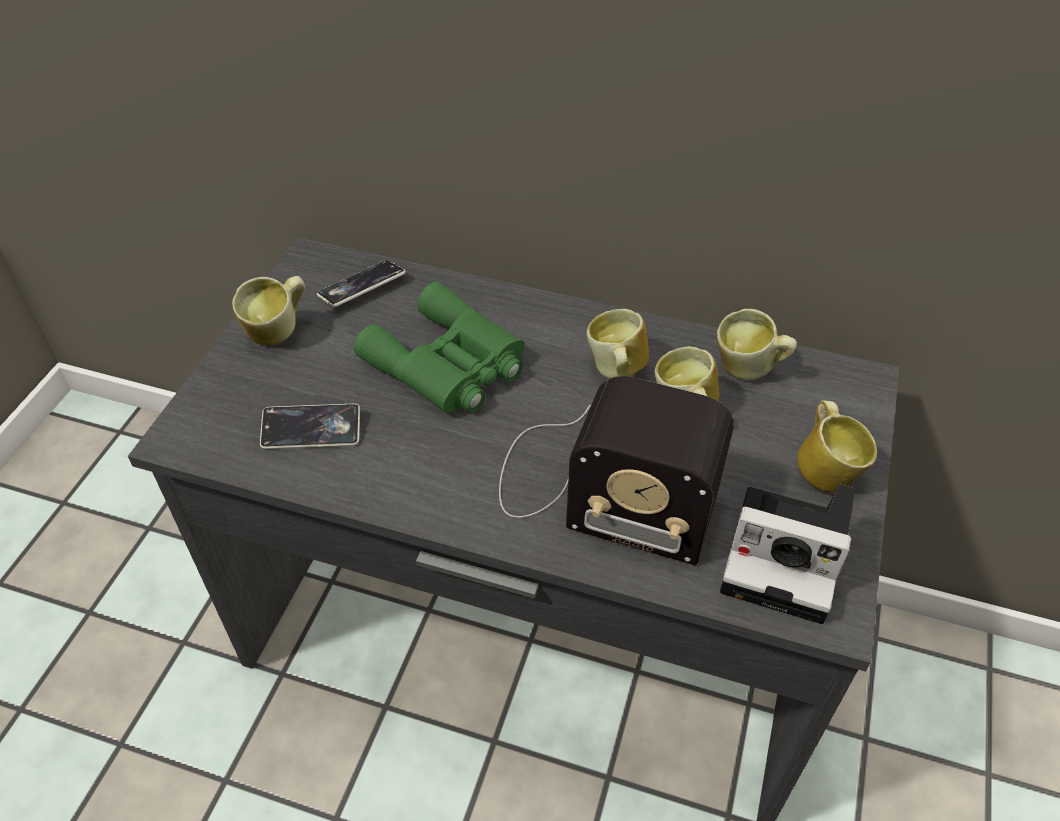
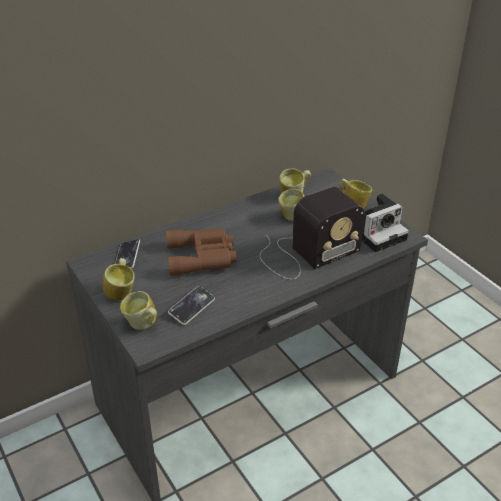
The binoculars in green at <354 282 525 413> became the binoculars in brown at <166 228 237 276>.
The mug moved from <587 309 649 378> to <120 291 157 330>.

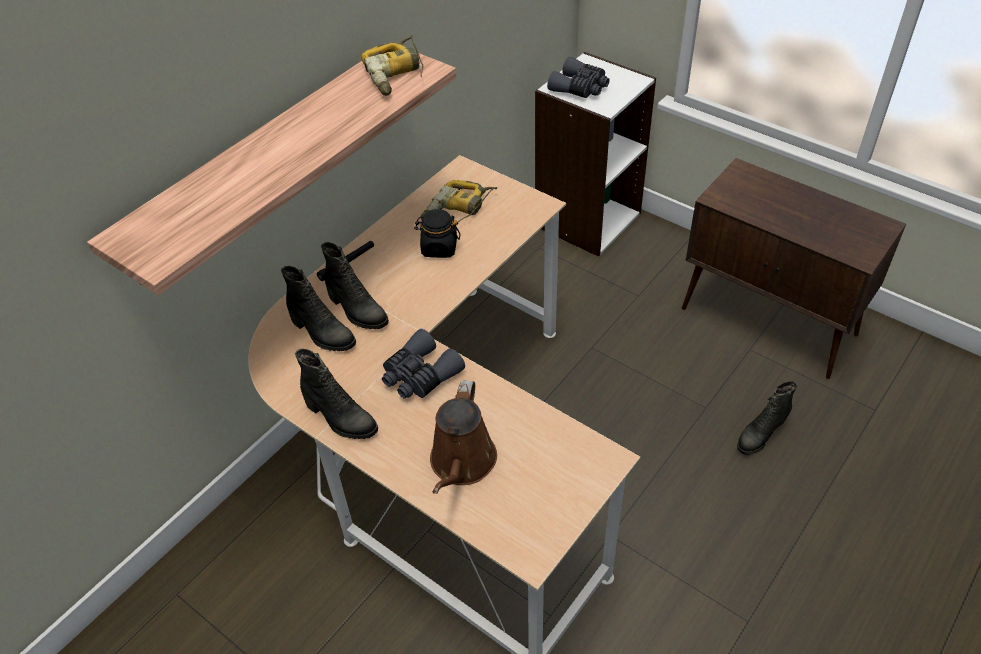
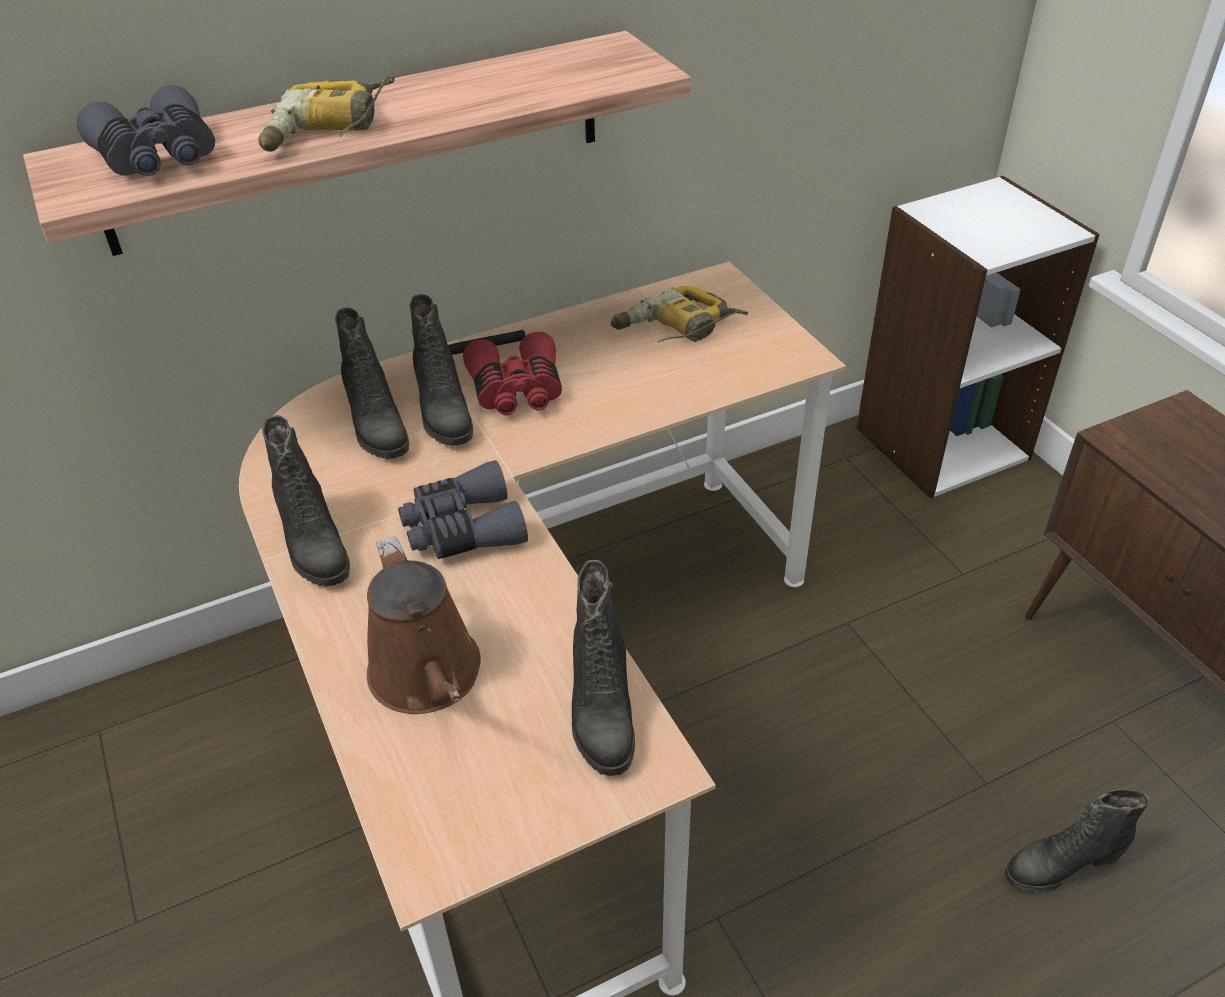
The power drill moved from <361 35 424 96> to <258 76 395 152>.
The binoculars in grey moved from <547 57 609 98> to <76 85 215 176>.
The jar in black at <414 209 461 258> disappeared.
The watering can in brown at <430 380 497 494> turned 60 degrees counterclockwise.
The binoculars in red at <463 332 562 415> appeared.
The boot in black at <572 560 635 776> appeared.

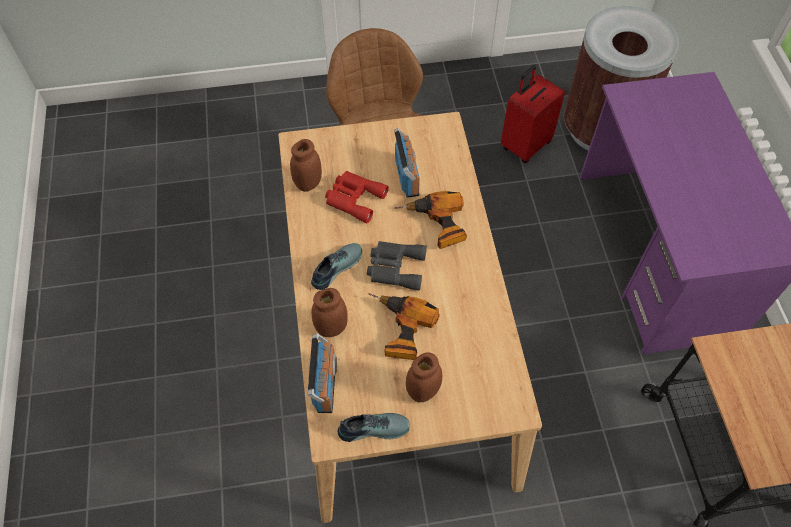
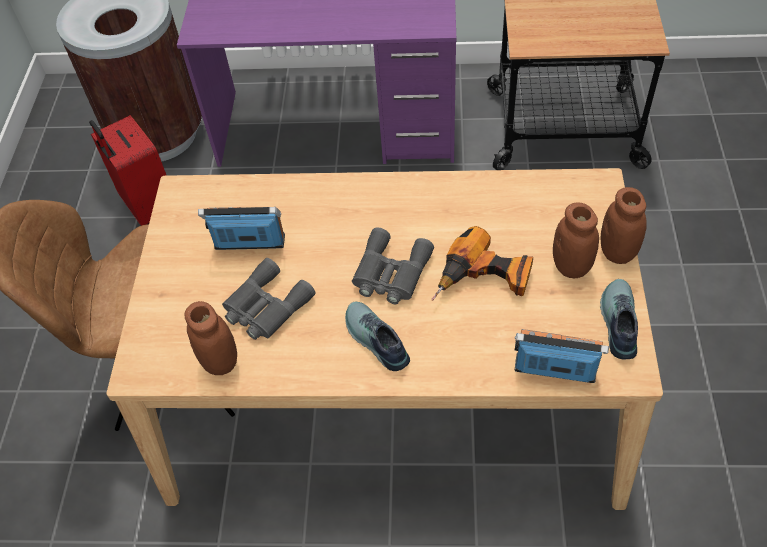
The binoculars in red at <325 171 389 224> became the binoculars in grey at <222 258 316 340>.
The power drill at <395 191 467 249> disappeared.
The jar in brown moved from <312 288 348 337> to <601 187 647 264>.

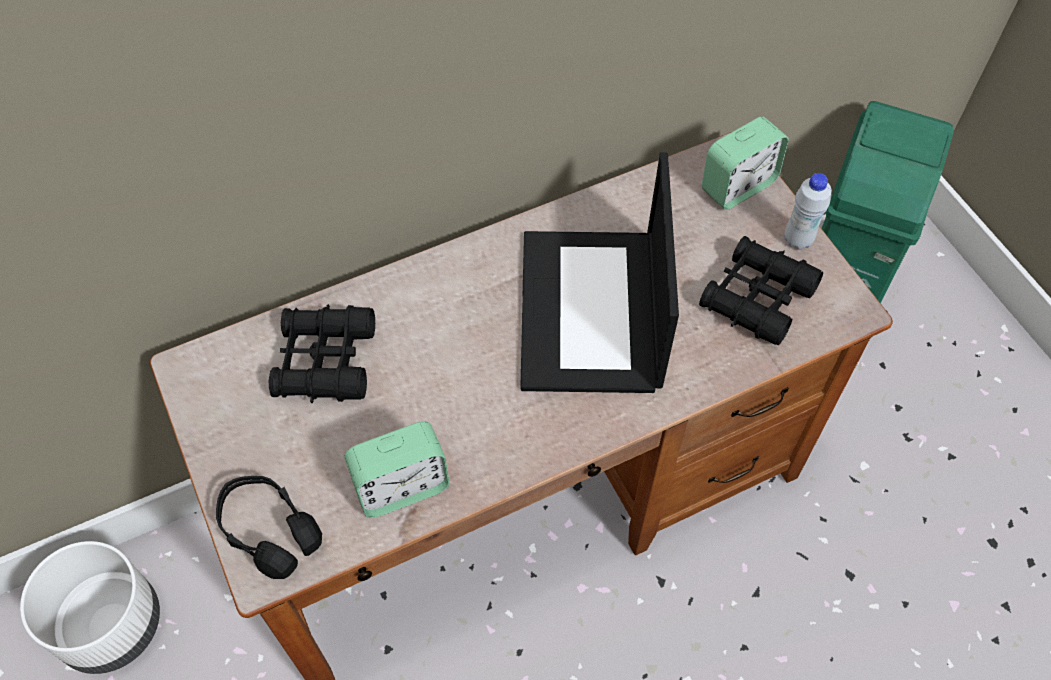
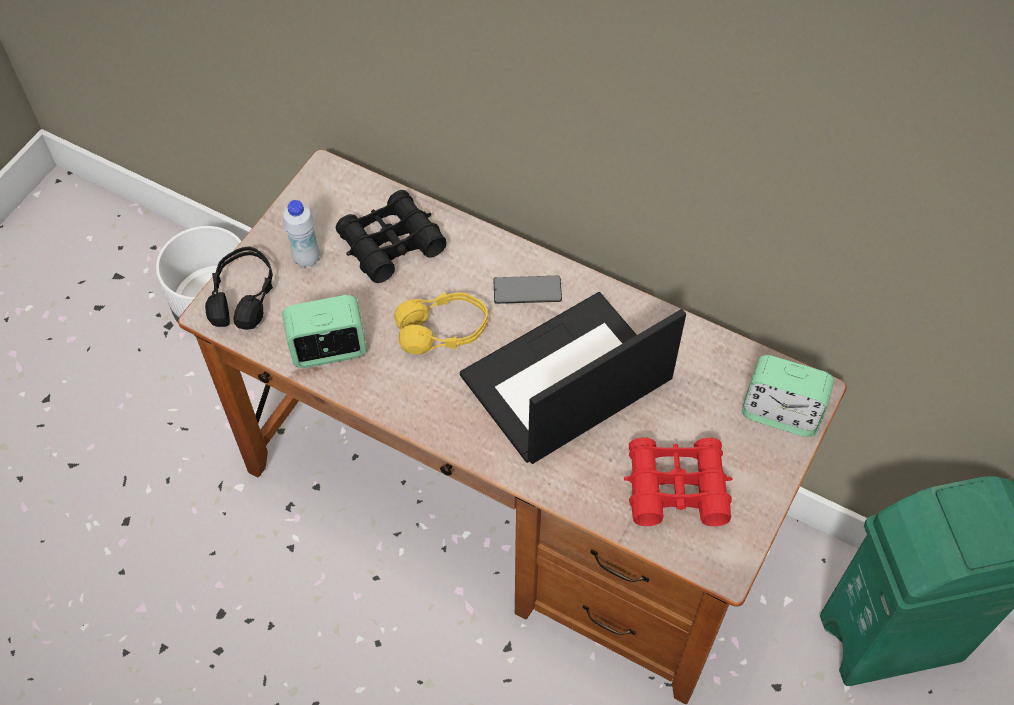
The bottle in white moved from <784 173 832 250> to <283 200 320 268>.
The binoculars in black at <699 236 823 345> became the binoculars in red at <624 438 733 526>.
The alarm clock at <344 422 450 518> turned 135 degrees clockwise.
The phone at <493 276 562 304> appeared.
The headphones in yellow at <394 292 488 354> appeared.

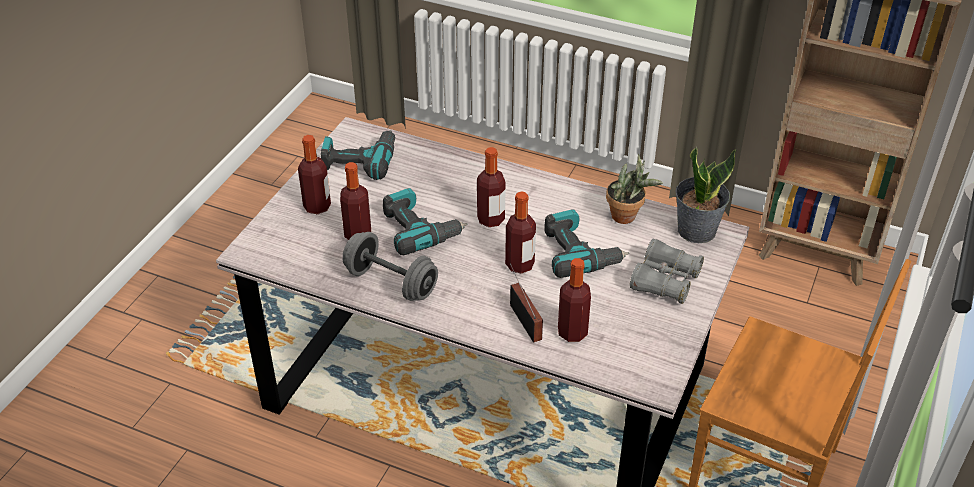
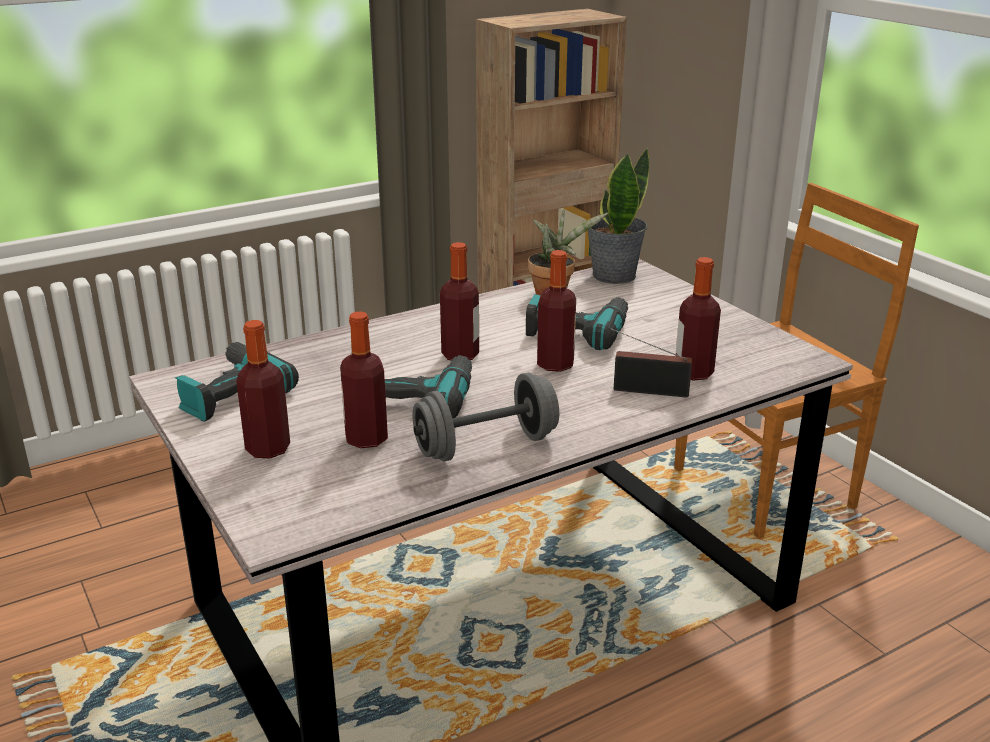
The binoculars in grey at <630 239 704 304> disappeared.

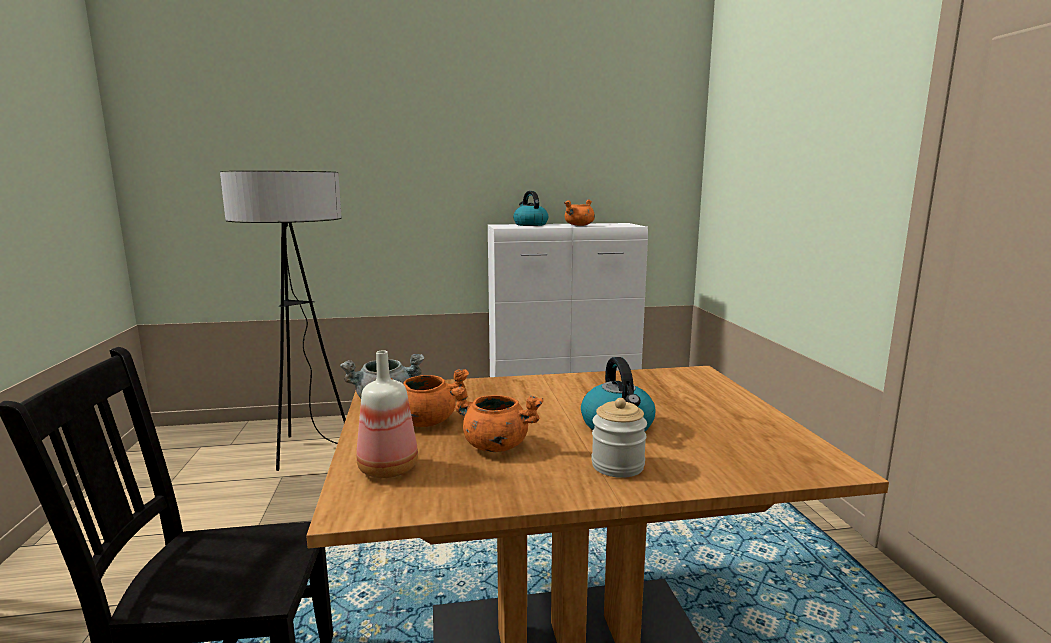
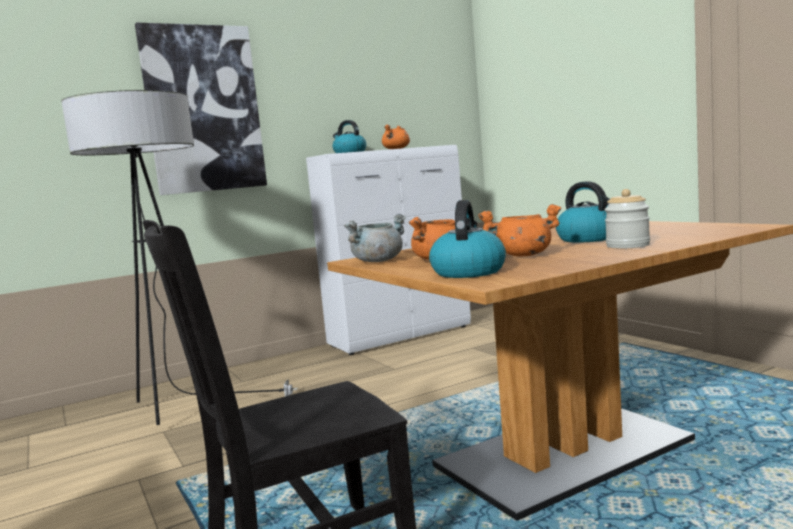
The bottle at <356 351 418 478> was replaced by the kettle at <429 200 506 278>.
The picture at <135 23 267 195> appeared.

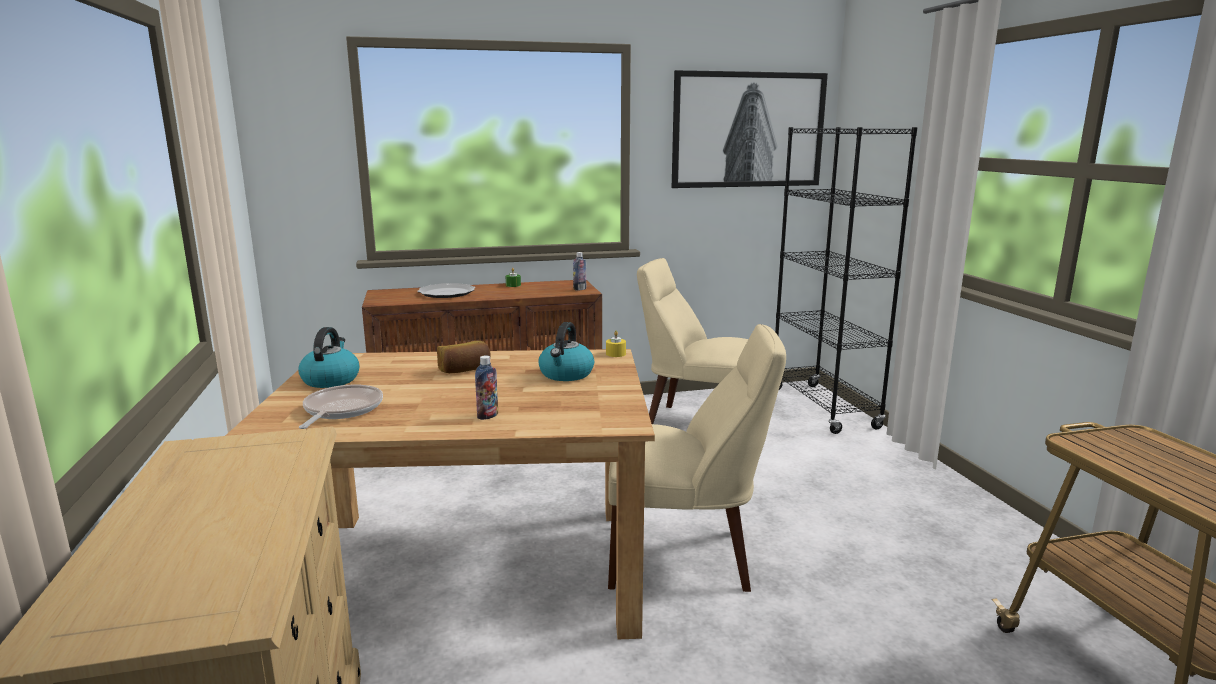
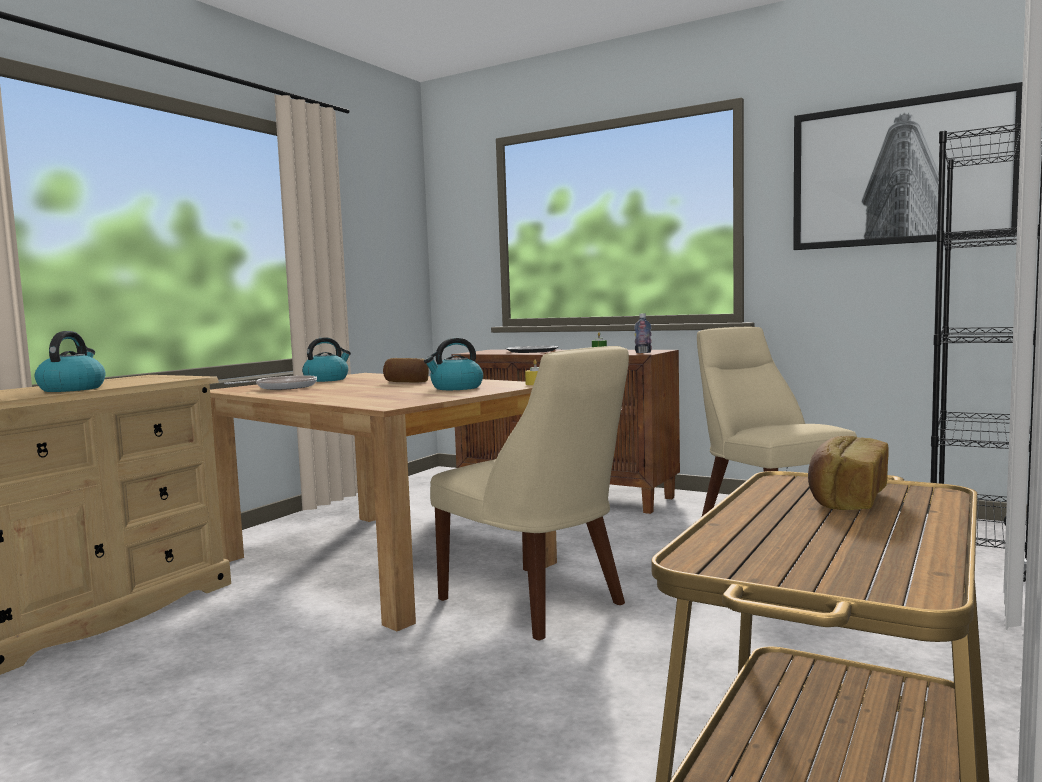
The bottle at <475 356 498 420> disappeared.
The kettle at <35 331 105 392> appeared.
The bread at <808 436 889 510> appeared.

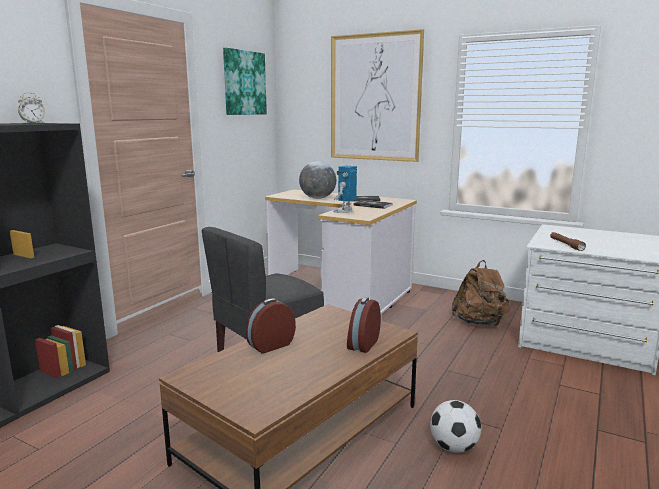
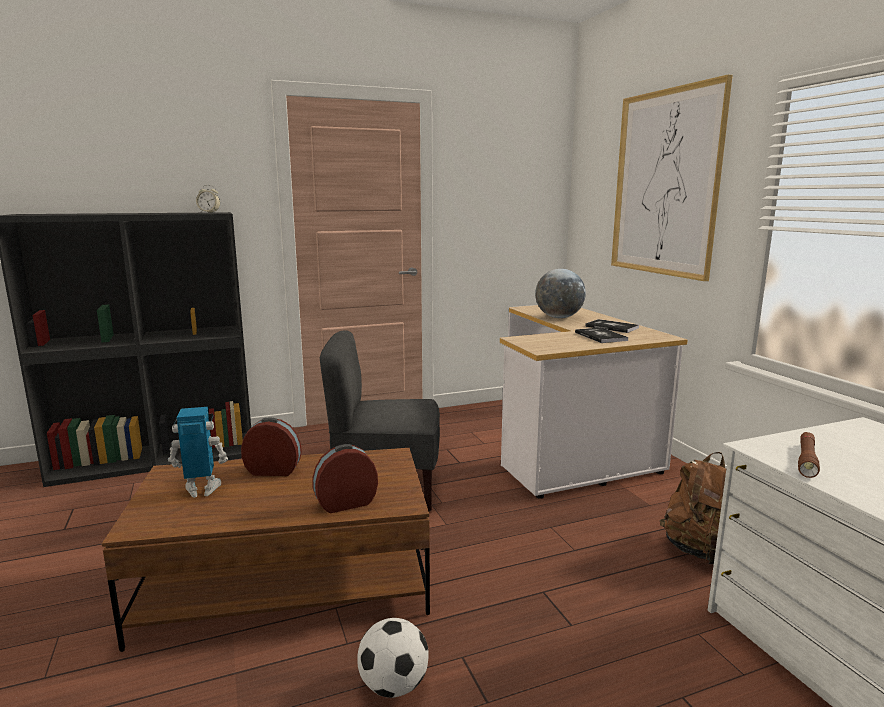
The picture at <223 48 267 115> disappeared.
The toy robot moved from <333 166 357 213> to <168 407 228 498>.

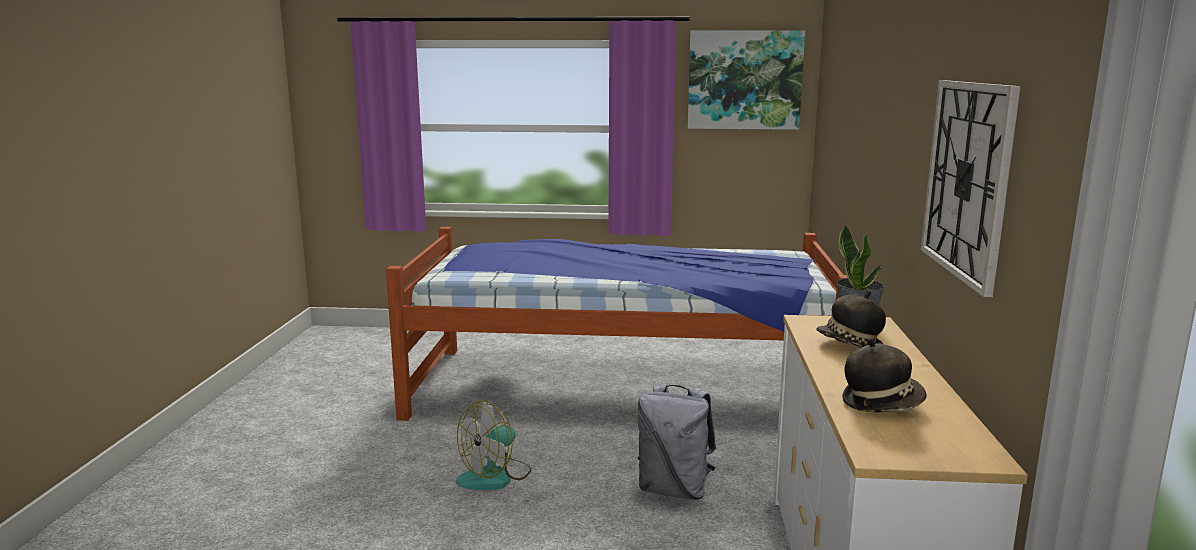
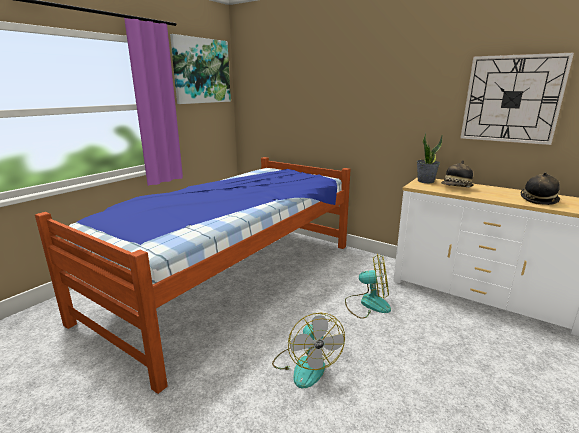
The backpack in grey at <638 384 716 500> was replaced by the fan at <345 254 391 319>.

